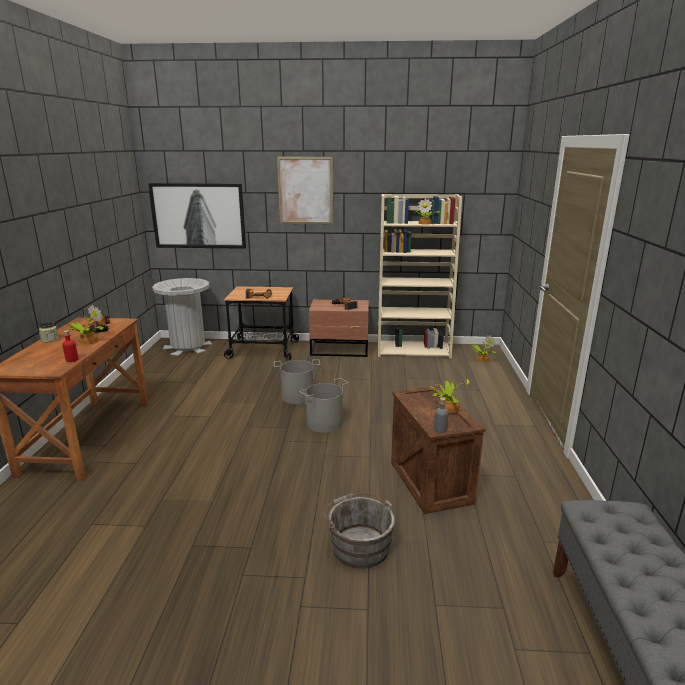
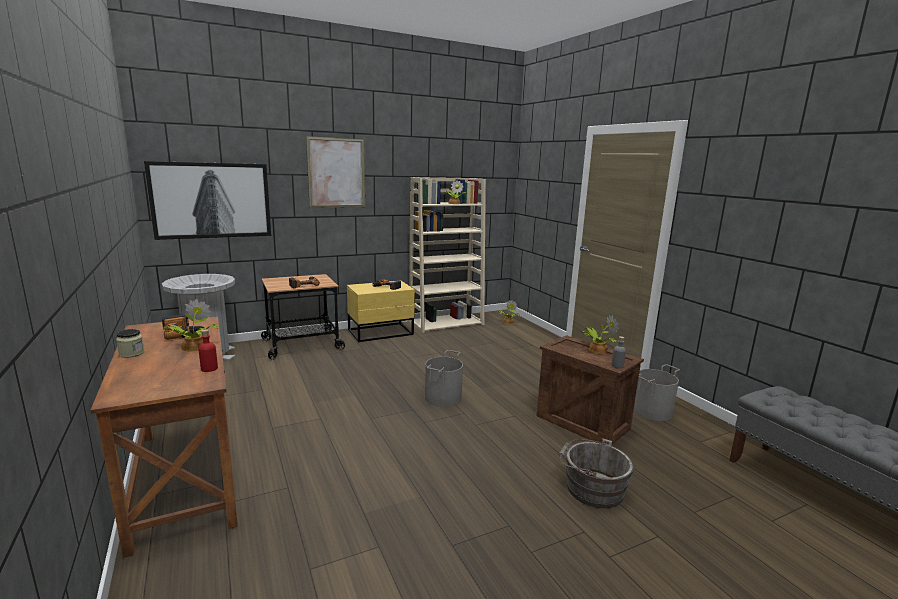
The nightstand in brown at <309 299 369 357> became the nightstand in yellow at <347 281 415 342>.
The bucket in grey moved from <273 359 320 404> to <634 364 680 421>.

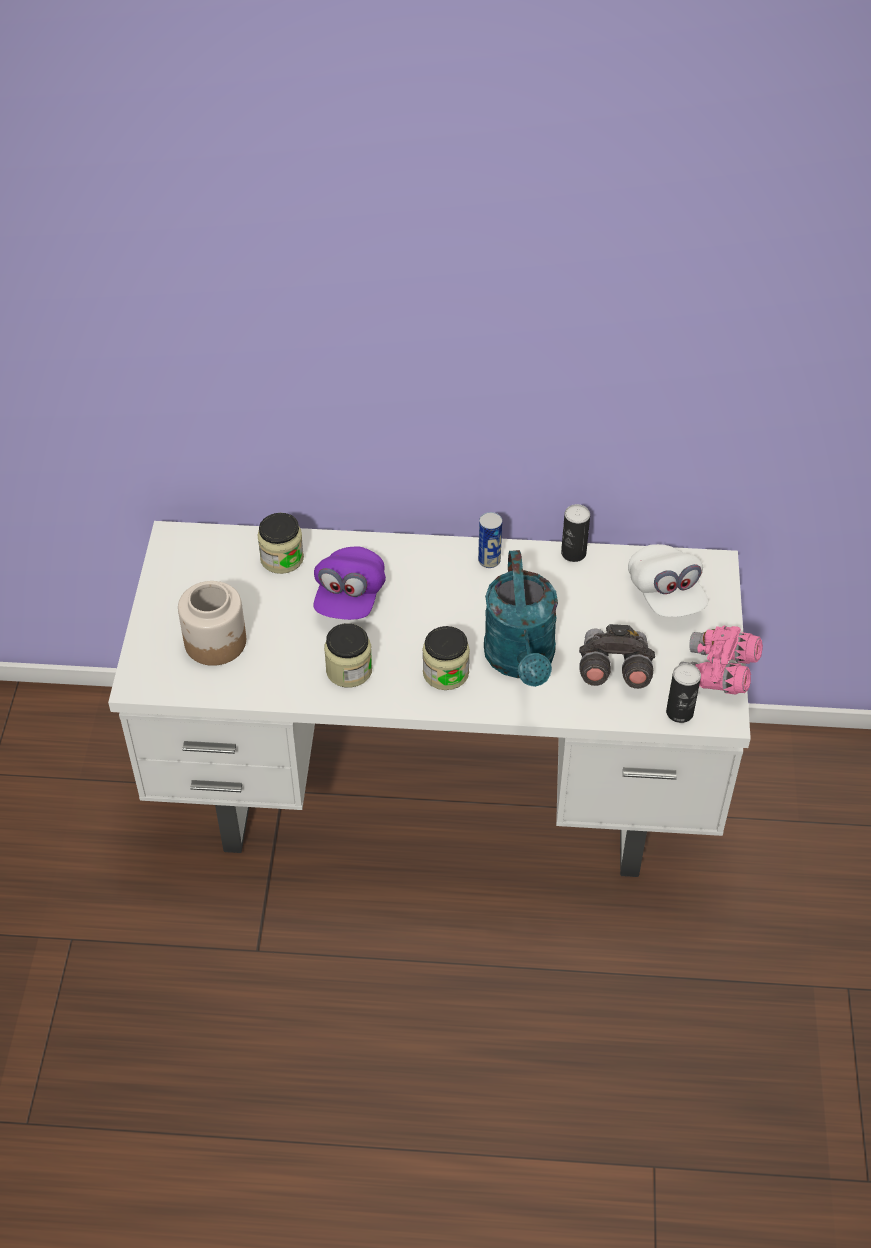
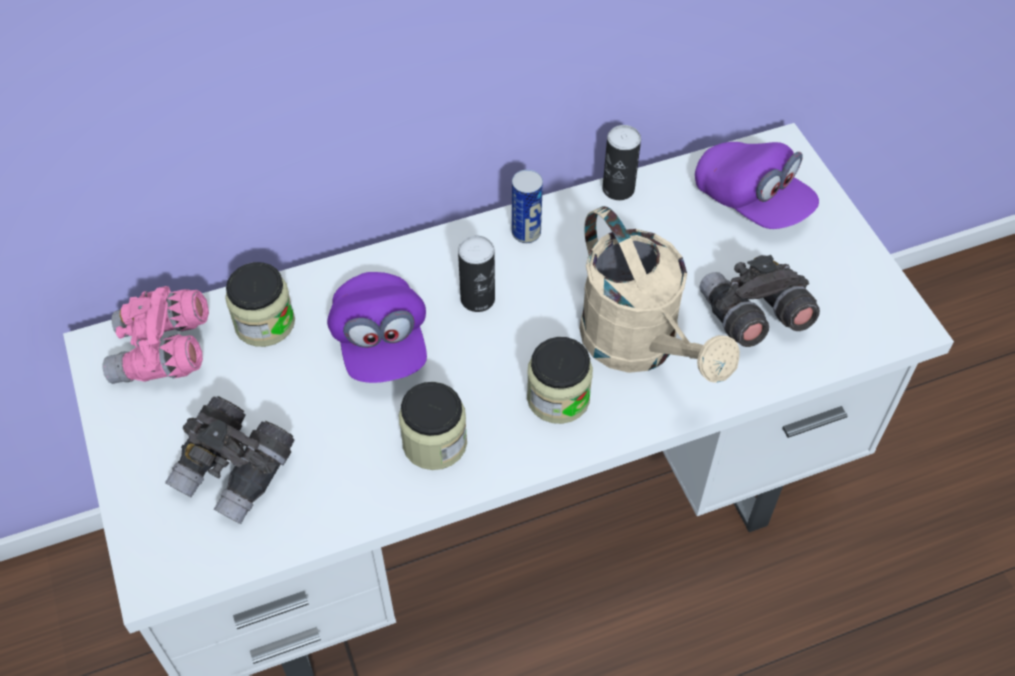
The cap in white at <628 544 708 617> became the cap in purple at <695 142 819 229>.
The watering can in turquoise at <484 550 558 687> became the watering can in beige at <579 206 740 383>.
The jar at <178 581 246 666> was replaced by the binoculars in grey at <165 396 294 524>.
The binoculars in pink moved from <679 625 763 695> to <103 286 209 384>.
The can moved from <666 663 701 723> to <458 235 495 312>.

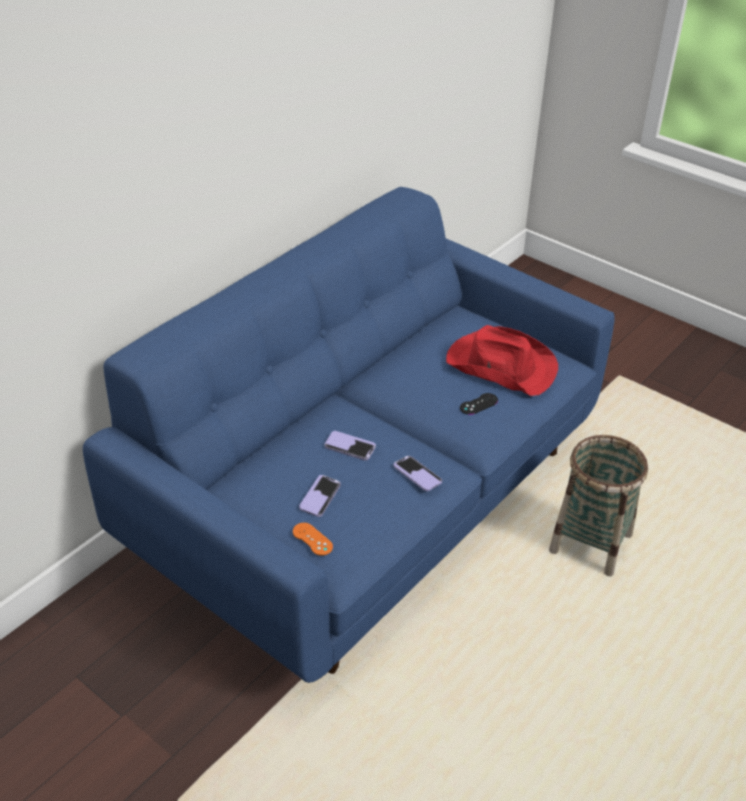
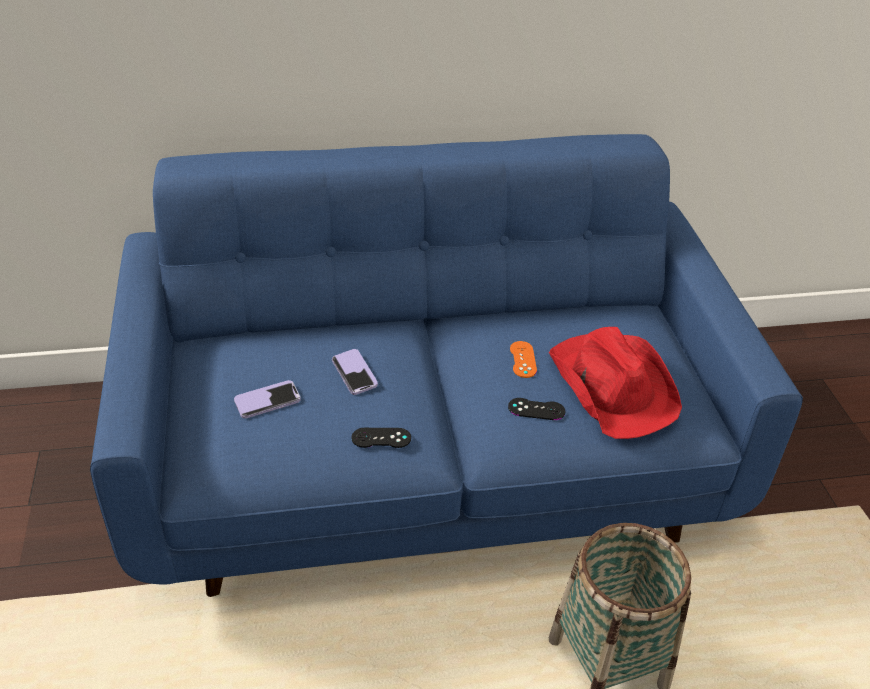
The phone at <393 456 442 491> was replaced by the game controller in black at <351 428 411 448>.
The game controller in orange moved from <293 523 333 556> to <510 341 537 378>.

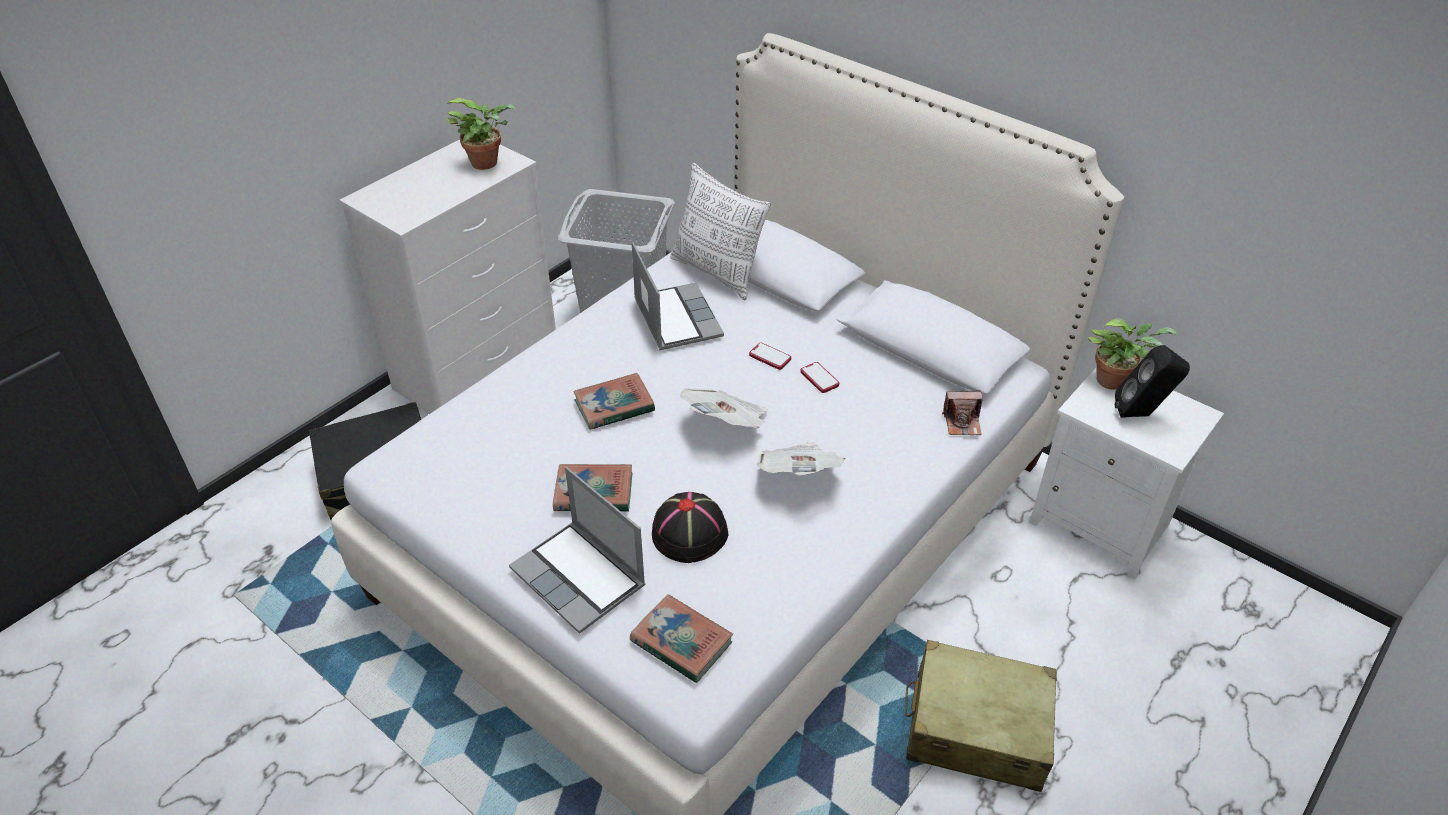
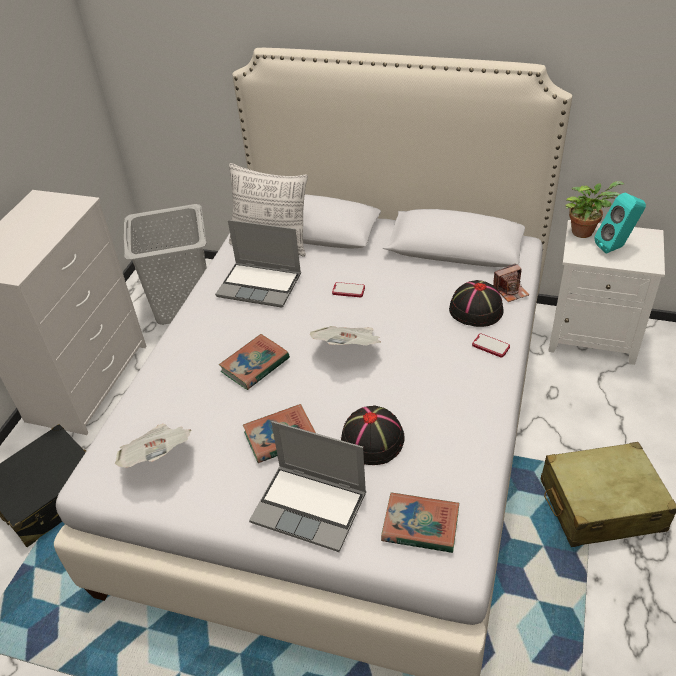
The potted plant at <446 98 515 170> disappeared.
The laptop at <632 242 724 350> turned 150 degrees clockwise.
The speaker in black at <1115 345 1190 418> became the speaker in turquoise at <594 193 646 254>.
The phone moved from <800 362 839 393> to <472 334 510 358>.
The newspaper moved from <756 442 845 475> to <115 424 192 468>.
The hat in black at <449 280 504 327> appeared.

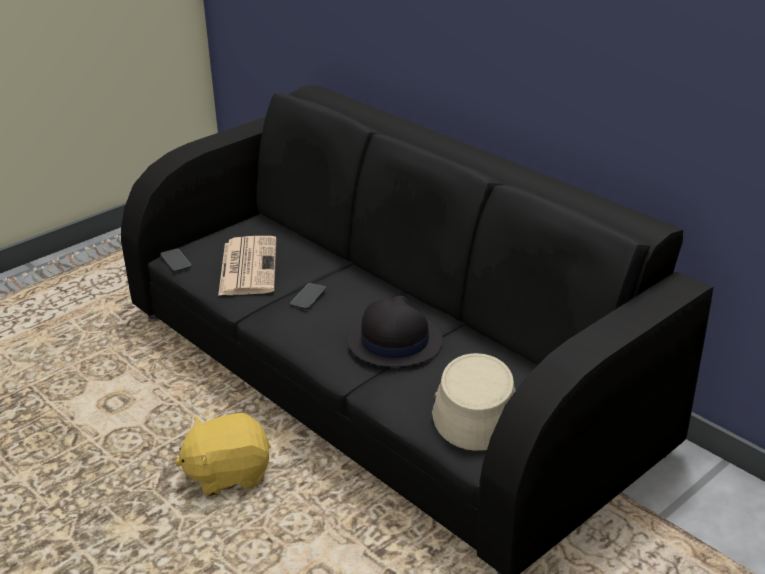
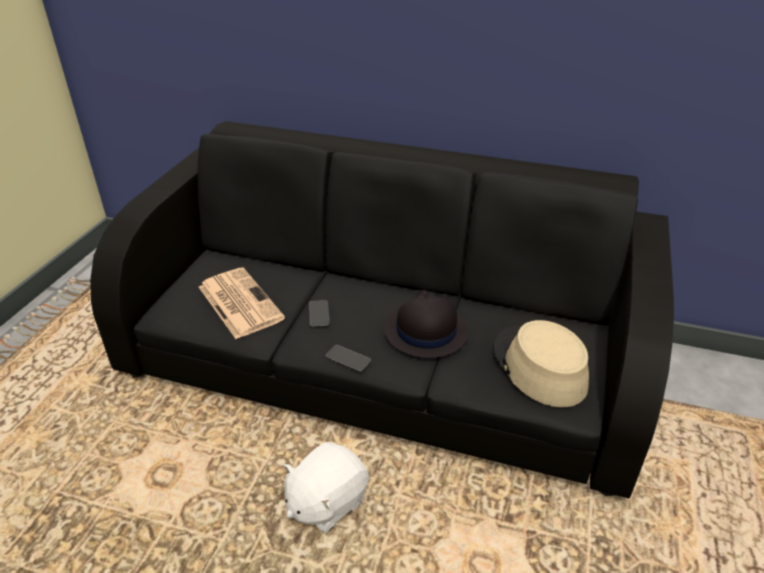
The phone moved from <160 249 192 271> to <325 345 371 372>.
The plush toy in yellow at <175 413 271 496> became the plush toy in white at <283 442 369 533>.

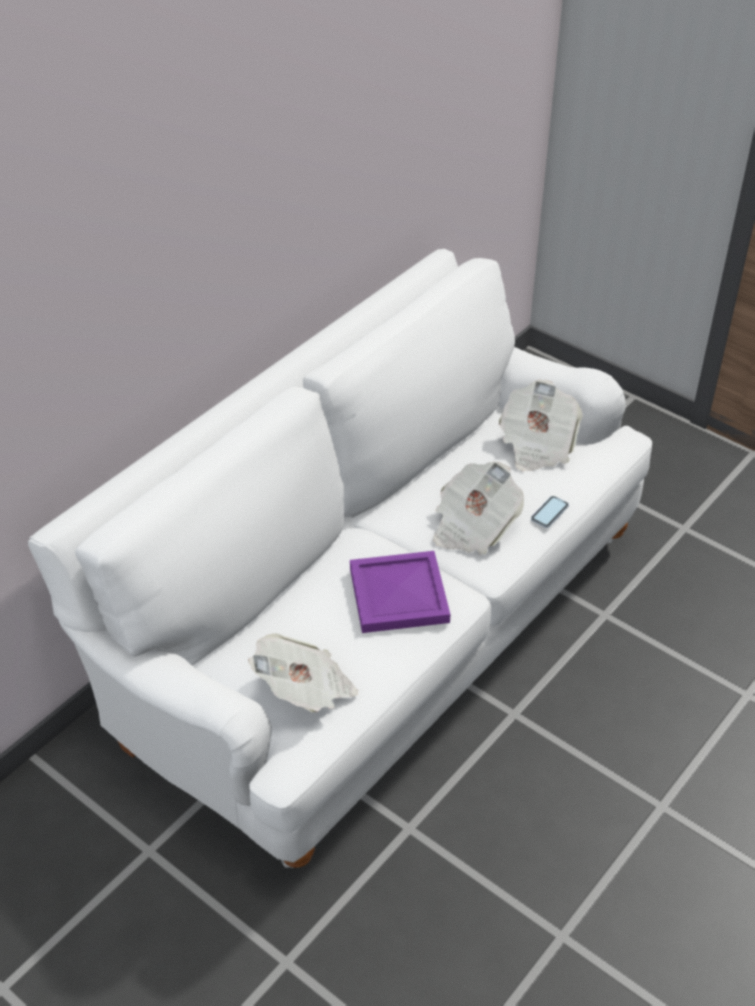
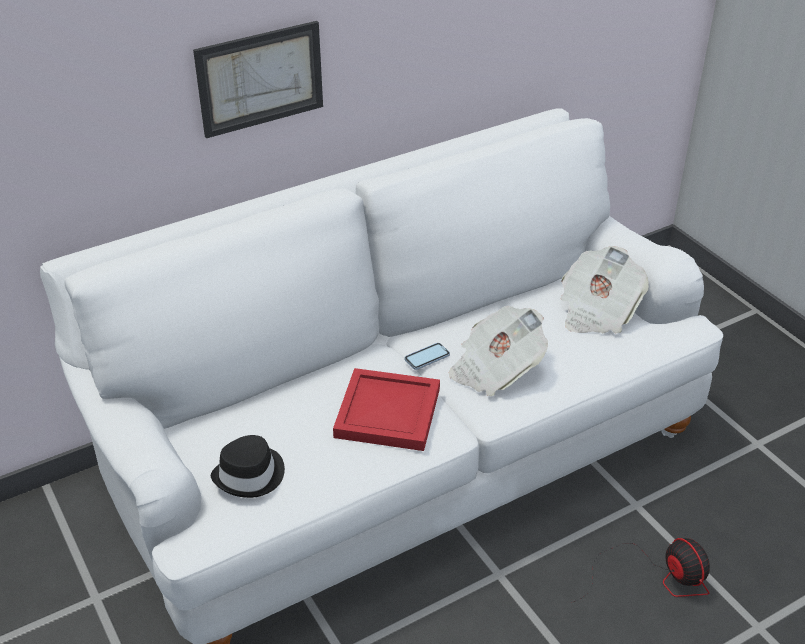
The phone moved from <531 496 569 528> to <404 343 450 370>.
The tray in purple at <350 551 451 633> became the tray in red at <333 368 440 451>.
The newspaper at <248 633 358 712> was replaced by the hat in black at <211 435 285 498>.
The picture at <193 21 323 138> appeared.
The fan at <571 538 710 603> appeared.

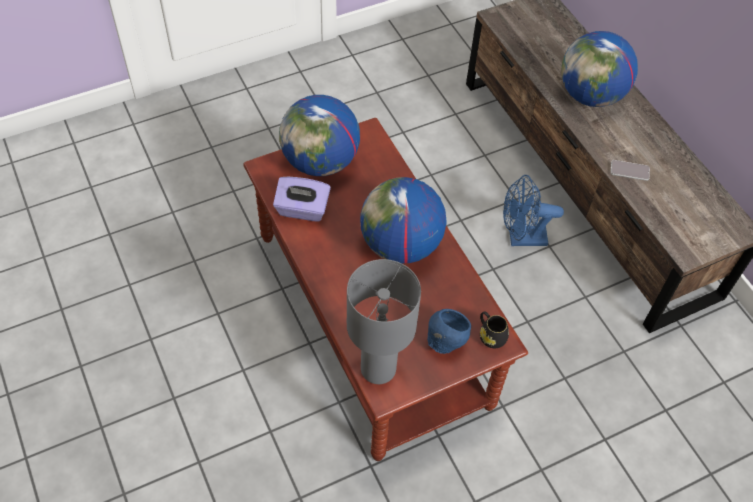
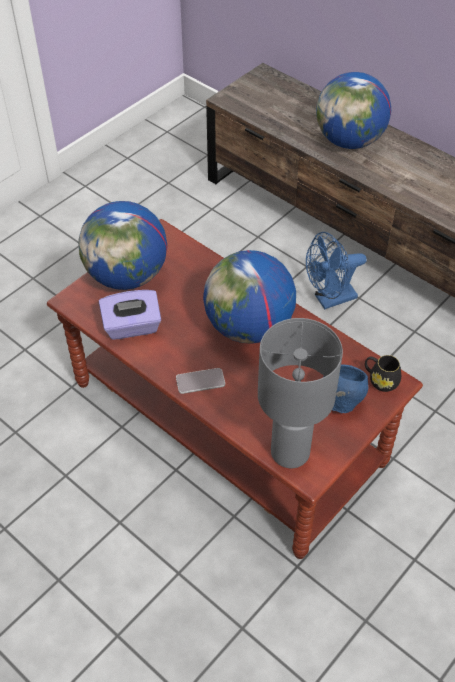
The phone moved from <610 160 650 181> to <176 368 225 394>.

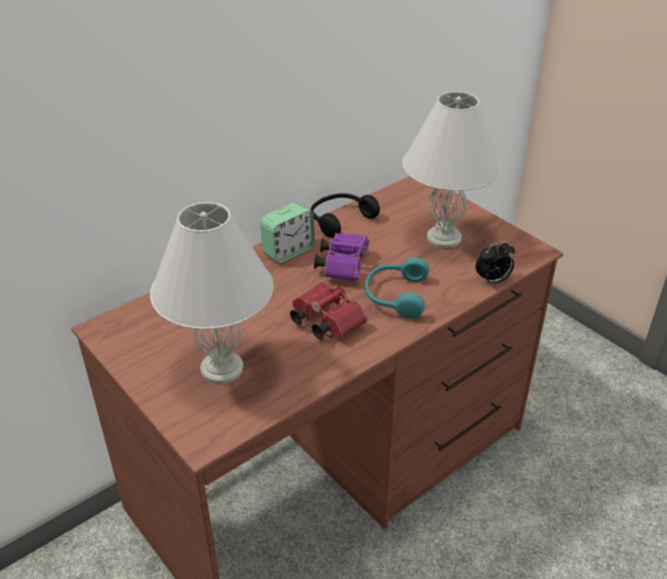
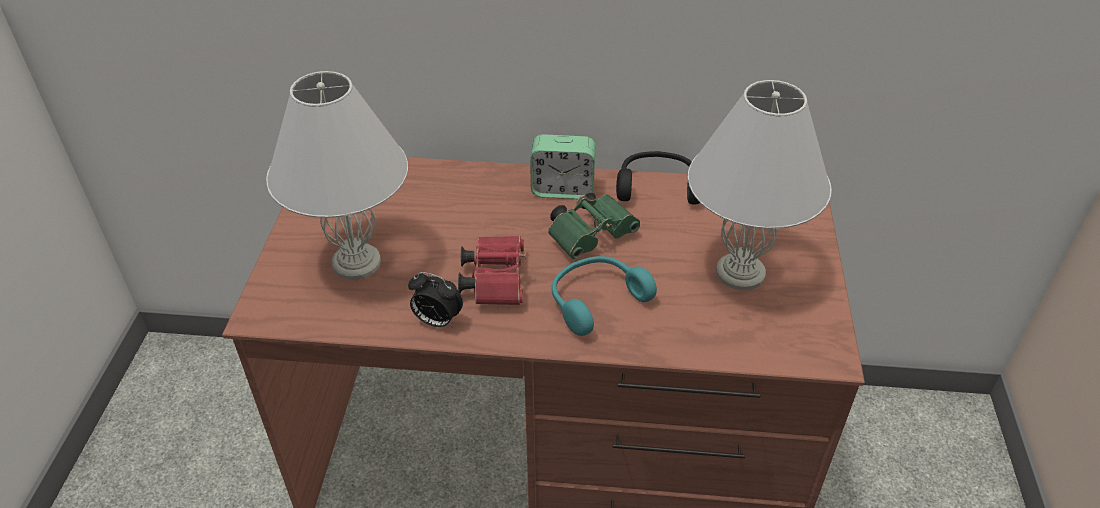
The binoculars in purple at <314 233 369 282> became the binoculars in green at <548 192 640 259>.
The alarm clock moved from <475 240 515 285> to <408 272 463 328>.

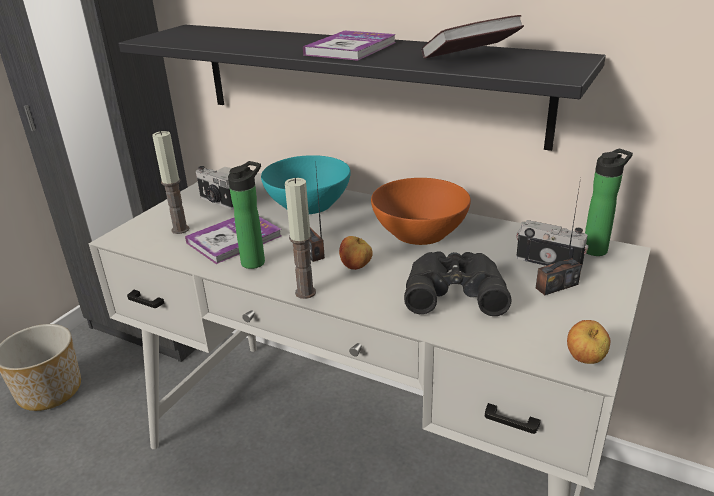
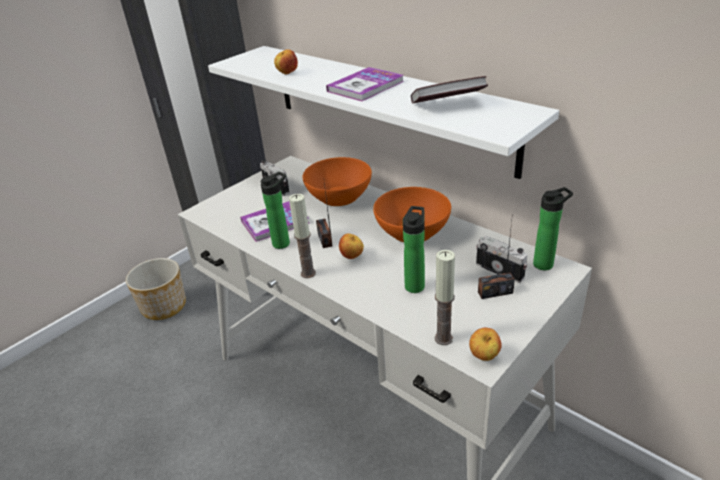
The shelf in black at <118 25 606 151> became the shelf in white at <208 46 559 179>.
The candle moved from <152 131 190 234> to <435 250 455 345>.
The bowl in turquoise at <261 155 351 214> became the bowl in orange at <303 157 372 206>.
The binoculars in black at <404 252 512 316> was replaced by the bottle at <403 206 425 293>.
The apple at <274 49 298 75> appeared.

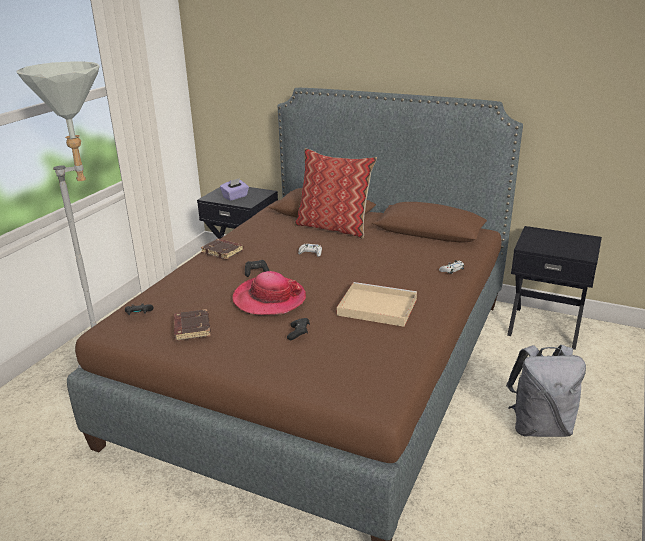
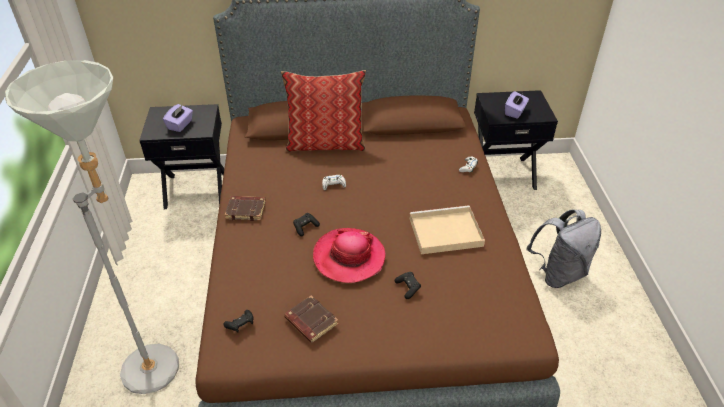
The tissue box in purple at <505 91 529 119> appeared.

